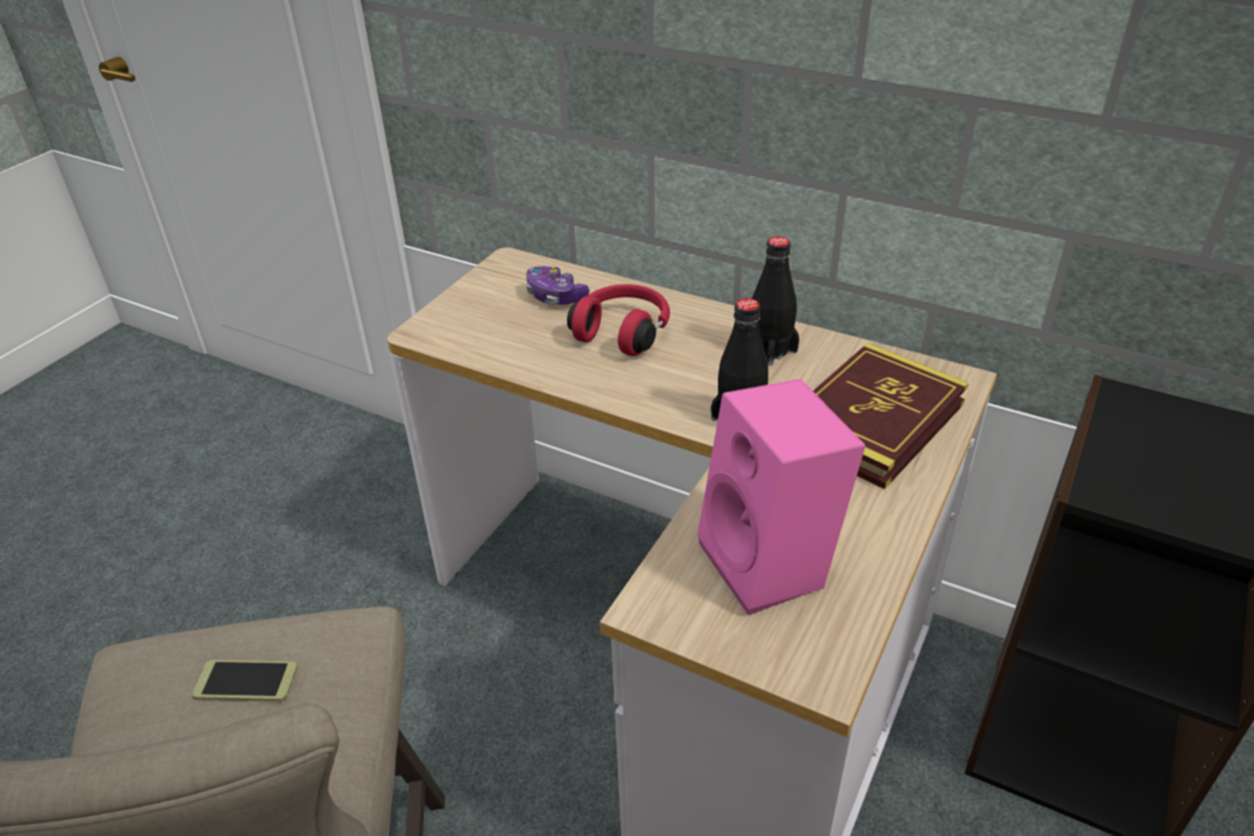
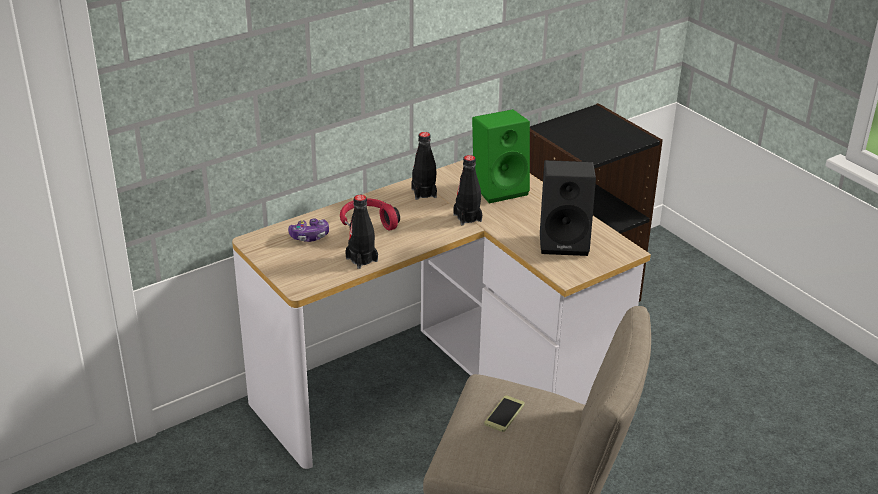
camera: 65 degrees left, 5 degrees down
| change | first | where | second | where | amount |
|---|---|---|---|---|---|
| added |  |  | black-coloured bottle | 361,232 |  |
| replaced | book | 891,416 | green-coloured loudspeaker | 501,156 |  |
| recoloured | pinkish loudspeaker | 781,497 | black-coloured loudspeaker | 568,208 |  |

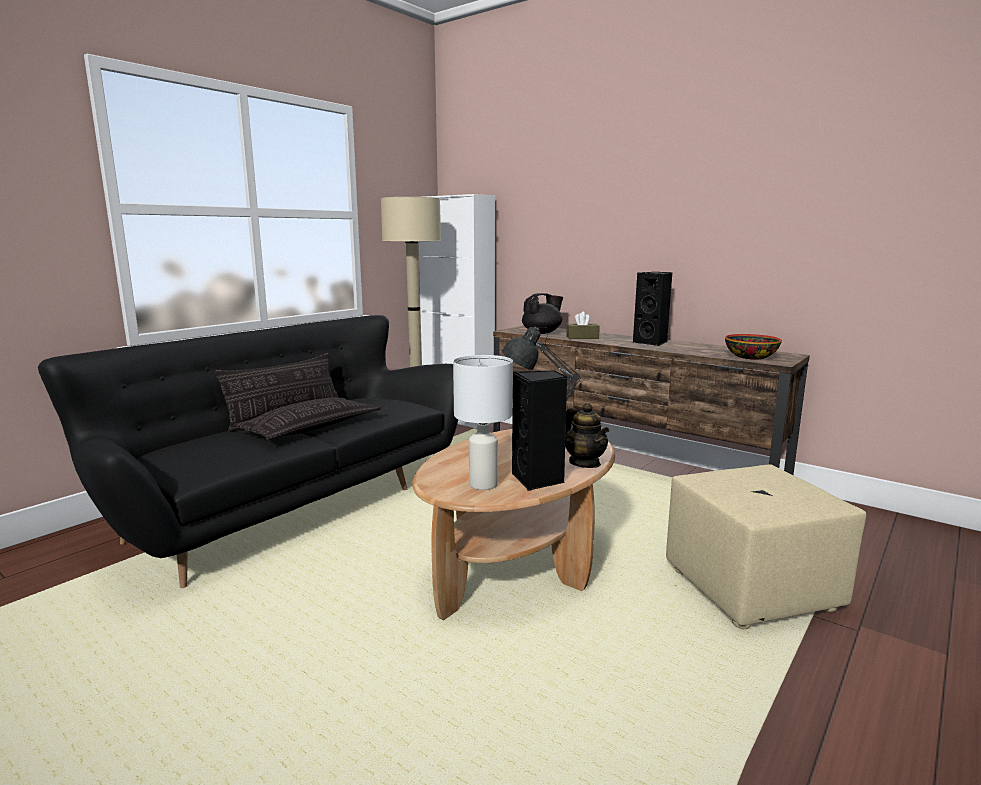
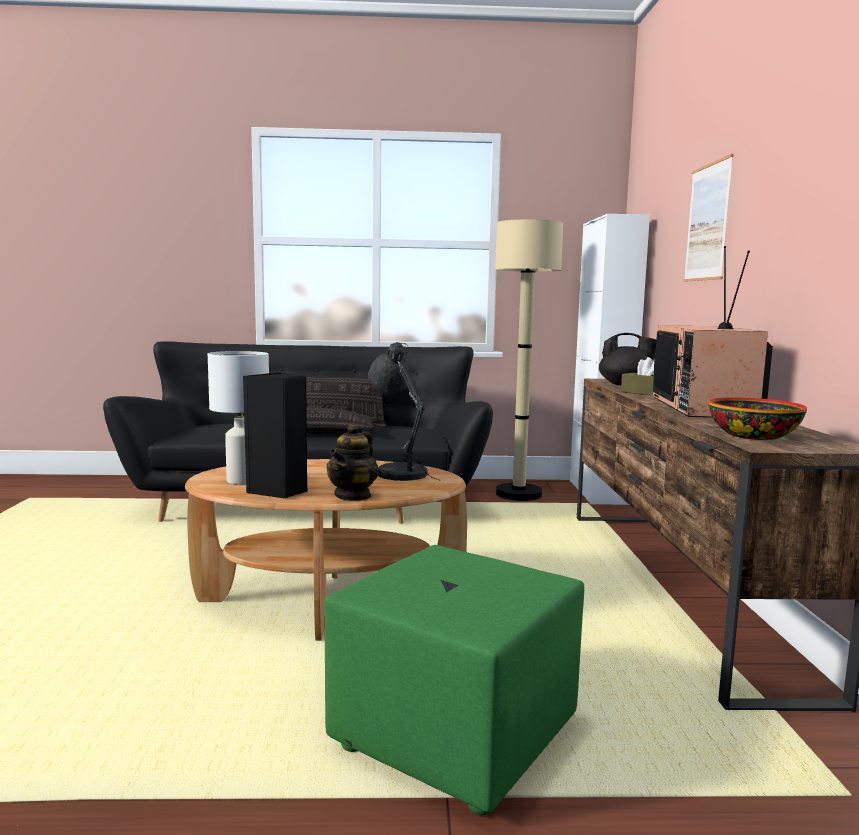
camera: 50 degrees right, 5 degrees down
| change | first | where | second | where | amount |
|---|---|---|---|---|---|
| added |  |  | picture | 709,218 |  |
| replaced | black-coloured loudspeaker | 652,309 | TV | 713,332 |  |
| recoloured | beige footrest | 766,546 | green-coloured footrest | 454,680 |  |

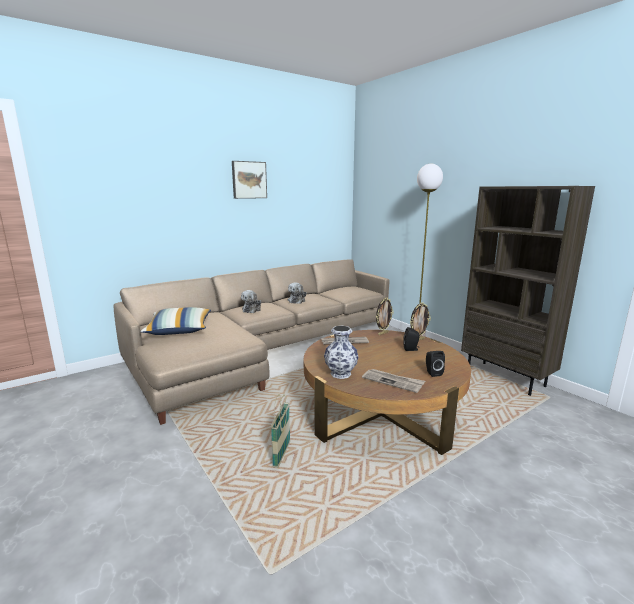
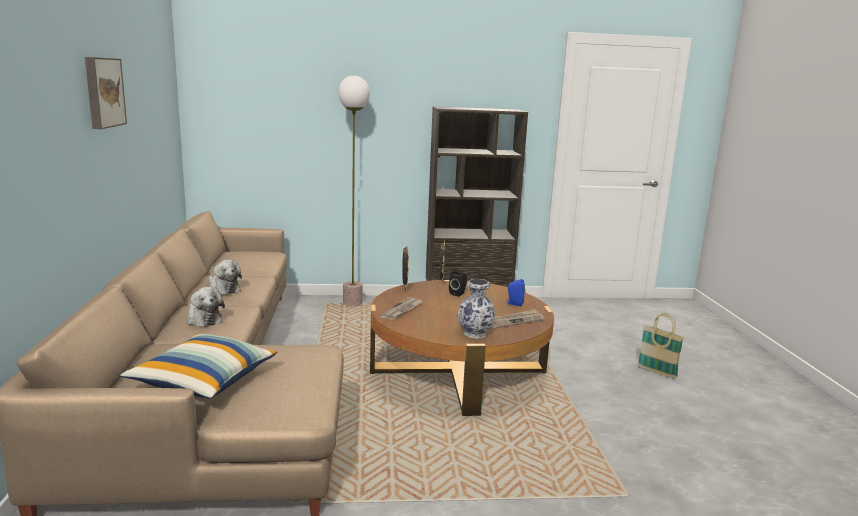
camera: 60 degrees left, 0 degrees up
| change | first | where | second | where | amount |
|---|---|---|---|---|---|
| moved | storage basket | 280,431 |  | 660,346 |  |
| recoloured | black-coloured loudspeaker | 435,364 | blue loudspeaker | 515,292 |  |

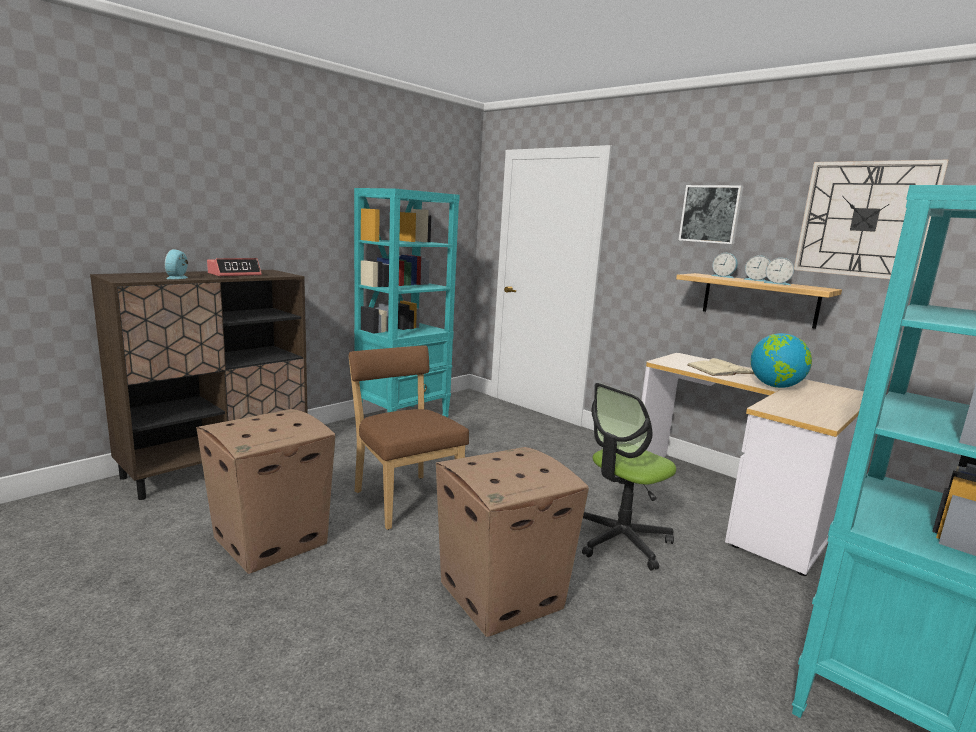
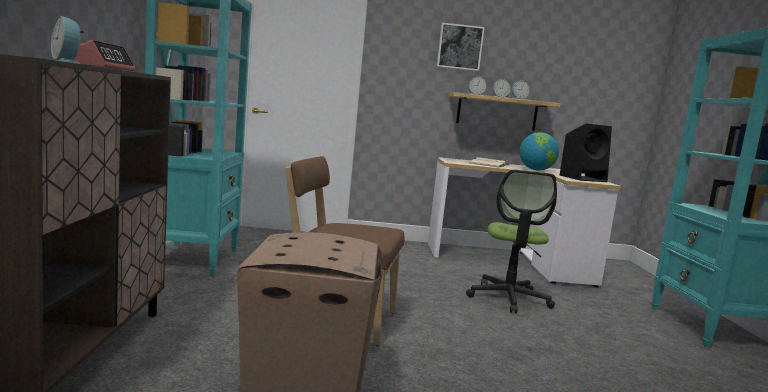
camera: 45 degrees left, 5 degrees down
| change | first | where | second | where | amount |
|---|---|---|---|---|---|
| removed | carton | 512,542 |  |  |  |
| removed | wall clock | 871,221 |  |  |  |
| added |  |  | black-coloured loudspeaker | 586,153 |  |

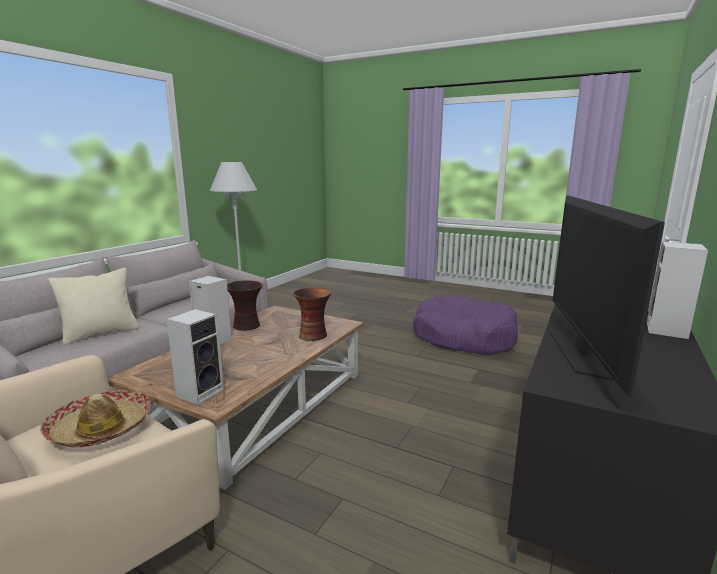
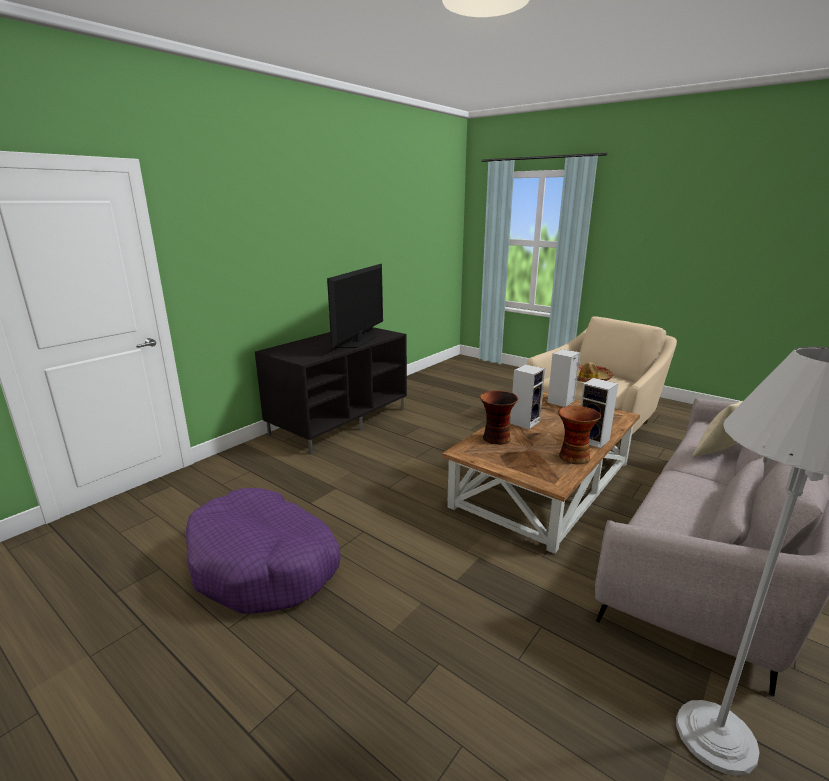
camera: 170 degrees left, 5 degrees up
| change | first | where | second | where | amount |
|---|---|---|---|---|---|
| moved | loudspeaker | 677,290 |  | 527,396 |  |

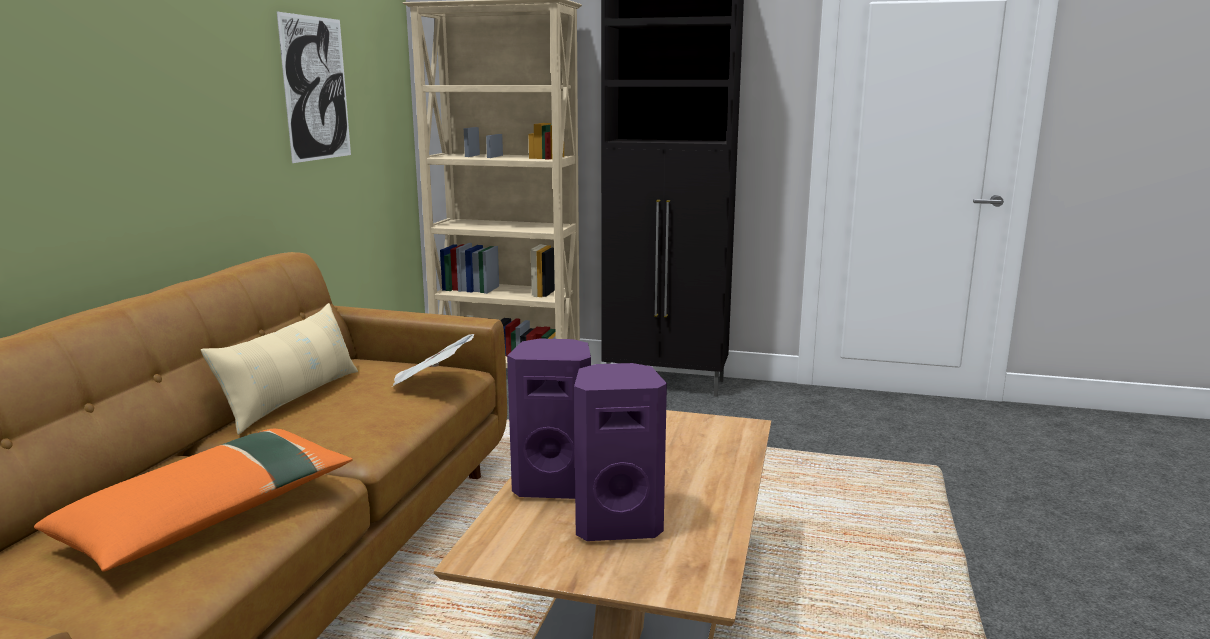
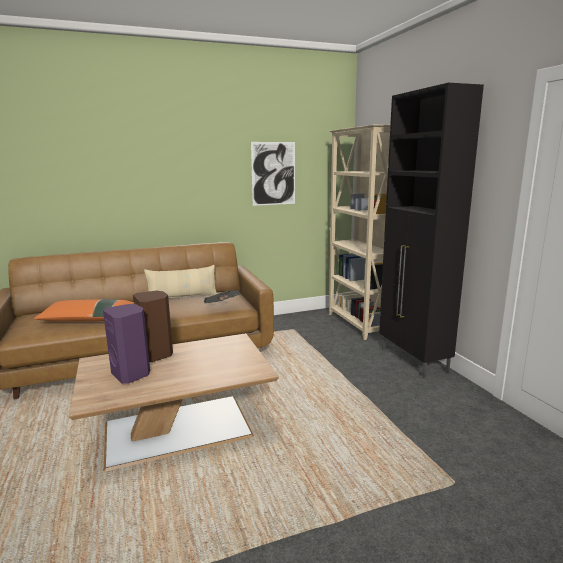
camera: 55 degrees right, 0 degrees up
| change | first | where | second | where | amount |
|---|---|---|---|---|---|
| recoloured | purple loudspeaker | 549,419 | brownish loudspeaker | 153,326 |  |

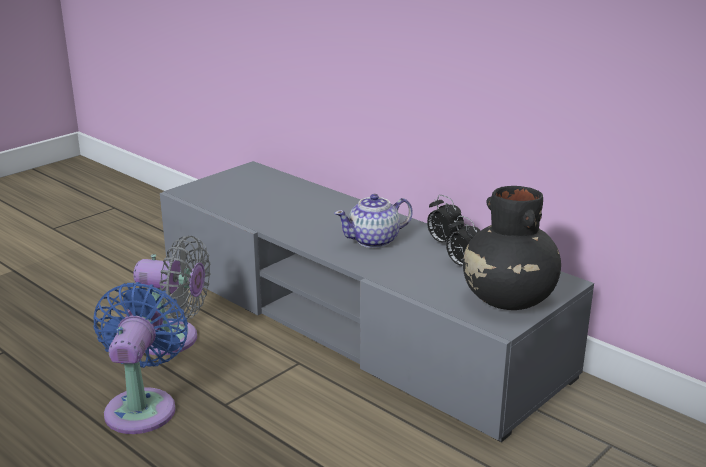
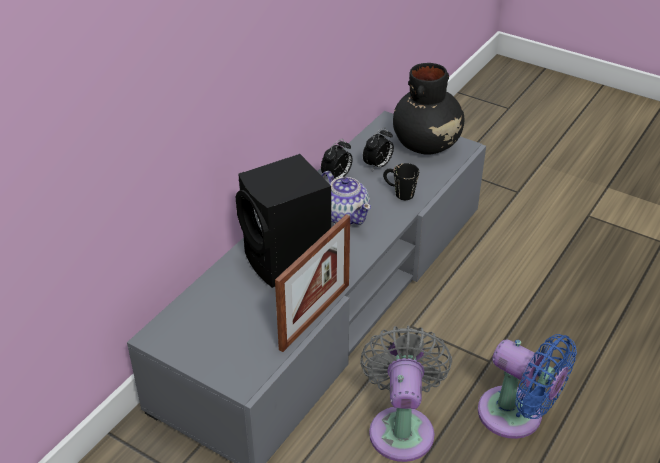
camera: 100 degrees left, 15 degrees up
| change | first | where | second | where | amount |
|---|---|---|---|---|---|
| added |  |  | black-coloured loudspeaker | 283,221 |  |
| added |  |  | photo frame | 312,283 |  |
| added |  |  | black-coloured coffee mug | 401,181 |  |
| turned | blue cooling fan | 140,358 |  | 527,386 | 135 degrees counterclockwise |

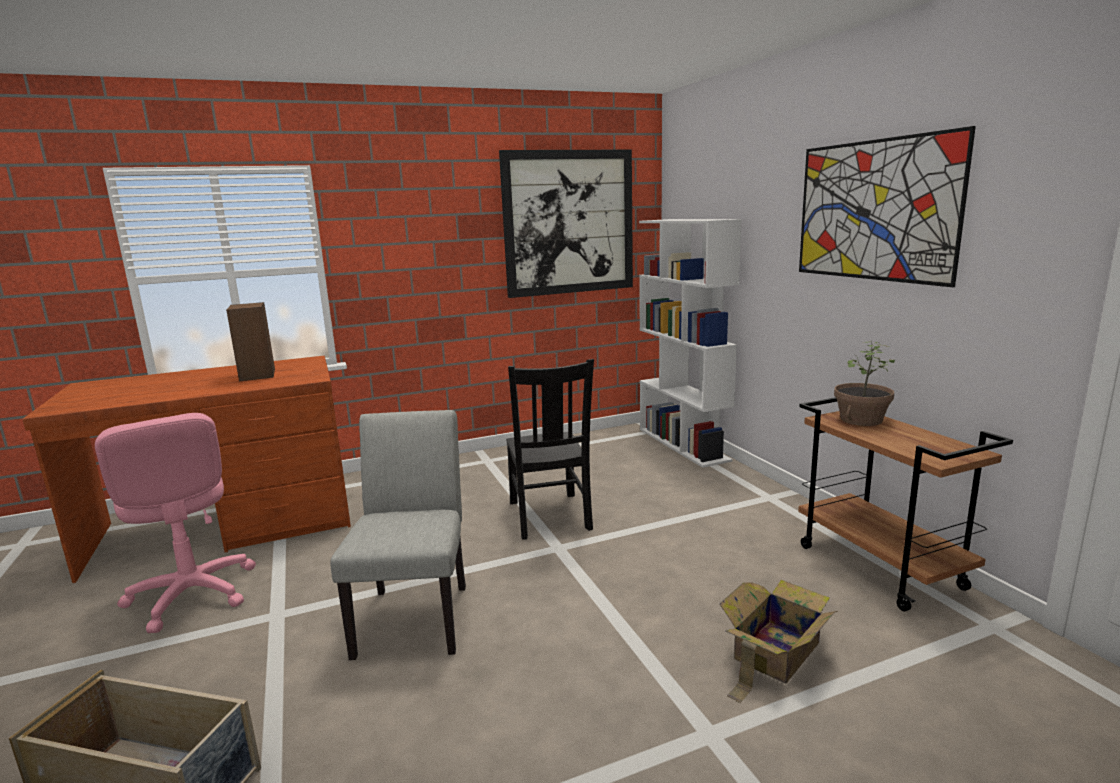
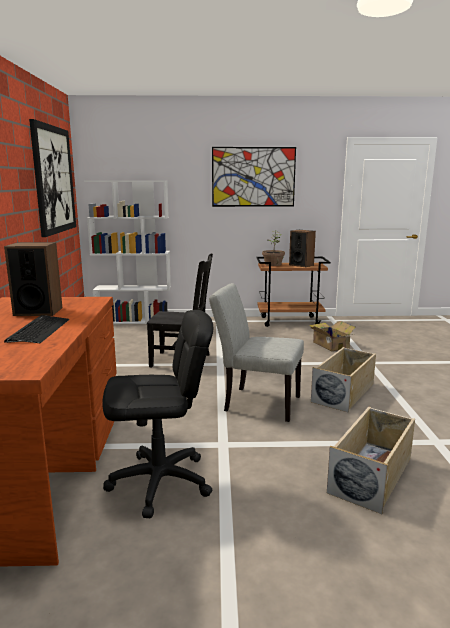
camera: 70 degrees left, 0 degrees up
| change | first | where | second | where | amount |
|---|---|---|---|---|---|
| added |  |  | PC keyboard | 36,329 |  |
| added |  |  | loudspeaker | 302,248 |  |
| added |  |  | beige storage box | 343,380 |  |
| recoloured | pinkish desk chair | 175,523 | black-coloured desk chair | 157,414 |  |

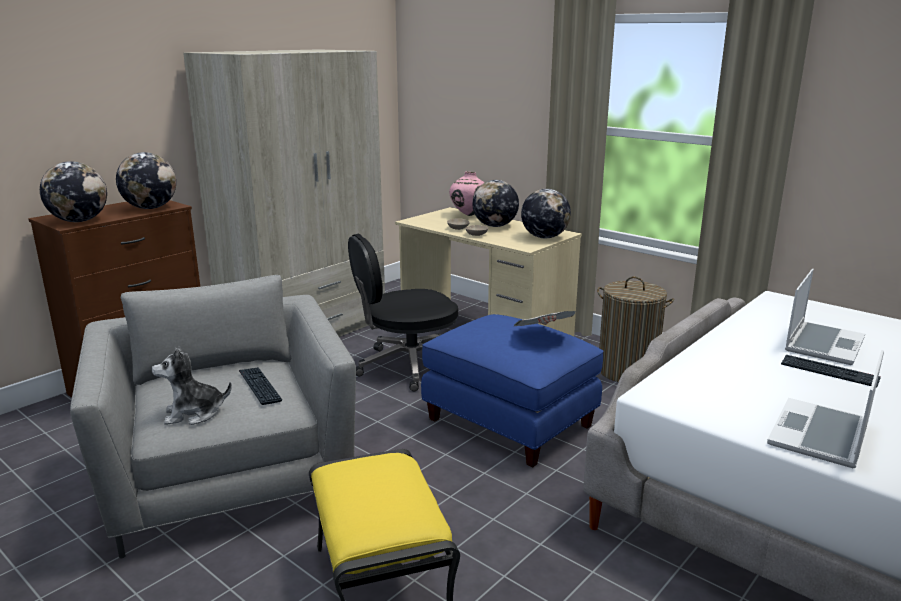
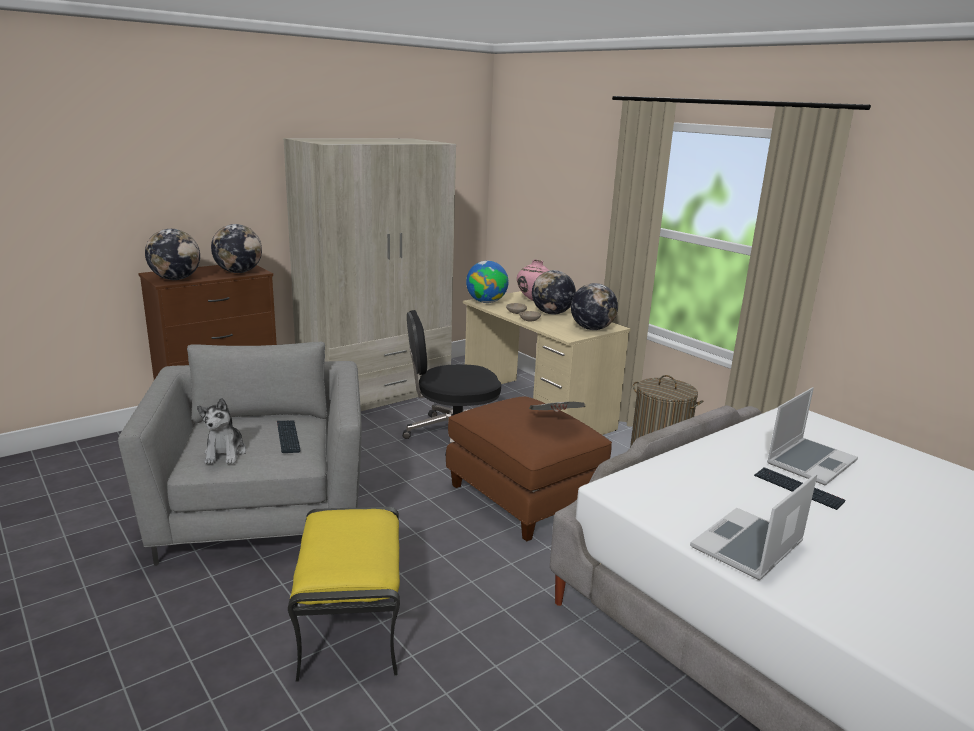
camera: 10 degrees right, 0 degrees up
| change | first | where | second | where | amount |
|---|---|---|---|---|---|
| added |  |  | globe | 487,282 |  |
| recoloured | blue footrest | 512,390 | brownish footrest | 529,468 |  |
| turned | soft toy | 191,385 |  | 221,431 | 90 degrees counterclockwise |

